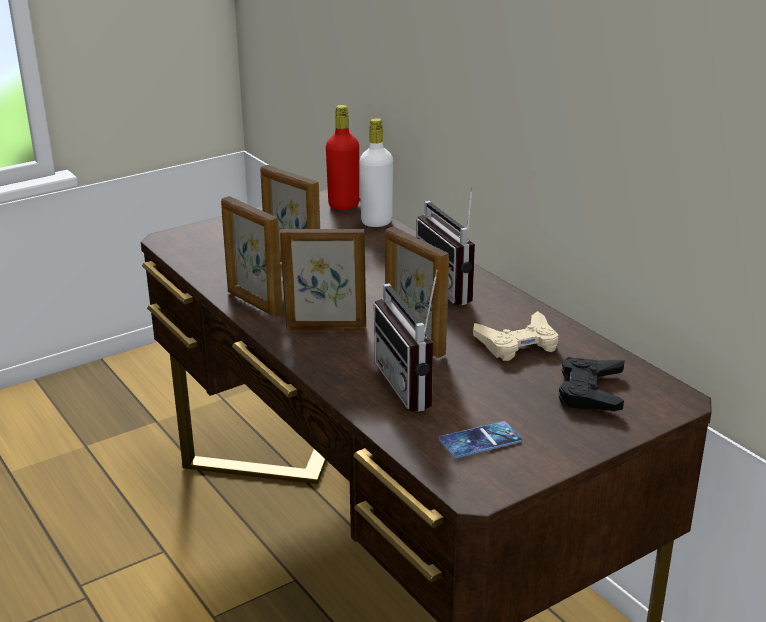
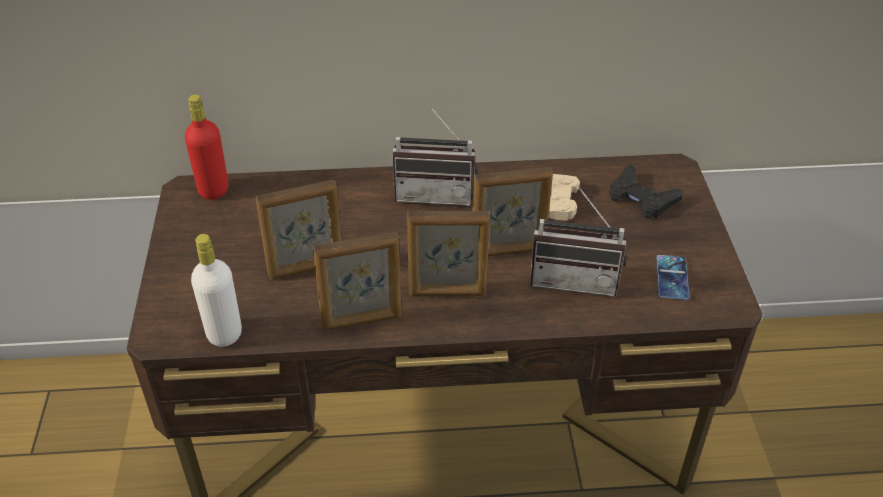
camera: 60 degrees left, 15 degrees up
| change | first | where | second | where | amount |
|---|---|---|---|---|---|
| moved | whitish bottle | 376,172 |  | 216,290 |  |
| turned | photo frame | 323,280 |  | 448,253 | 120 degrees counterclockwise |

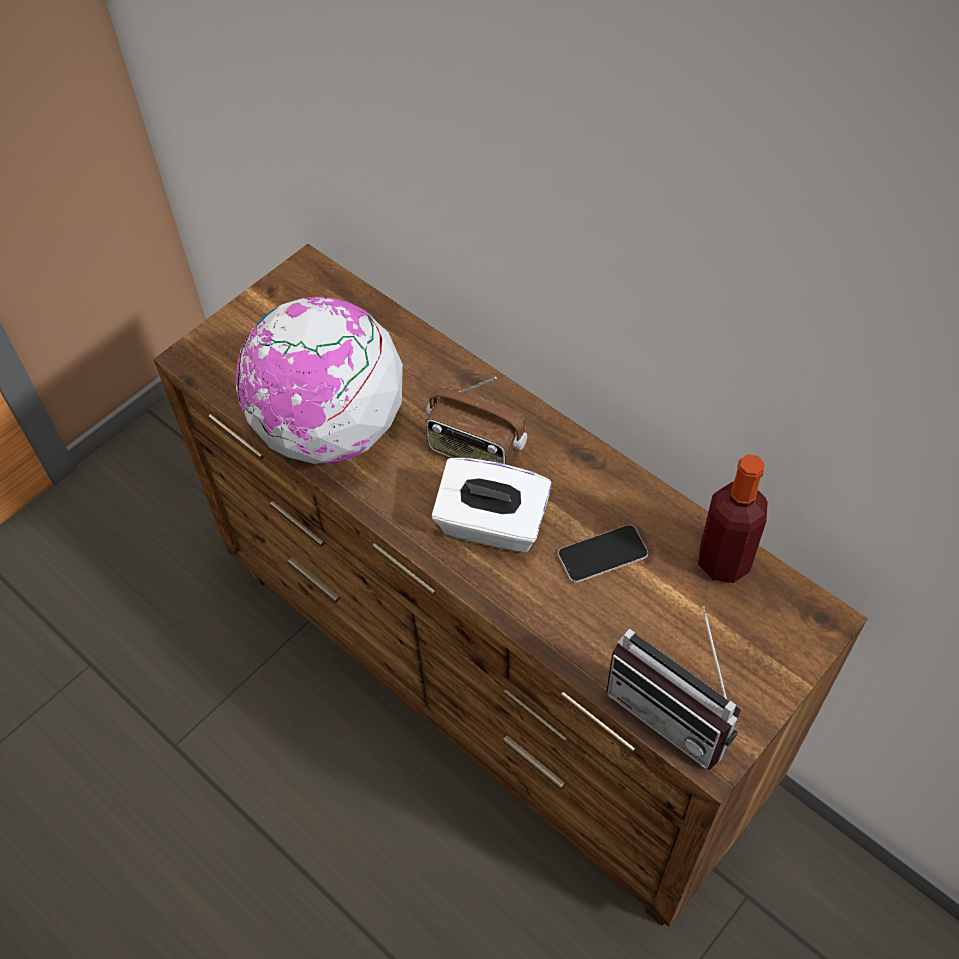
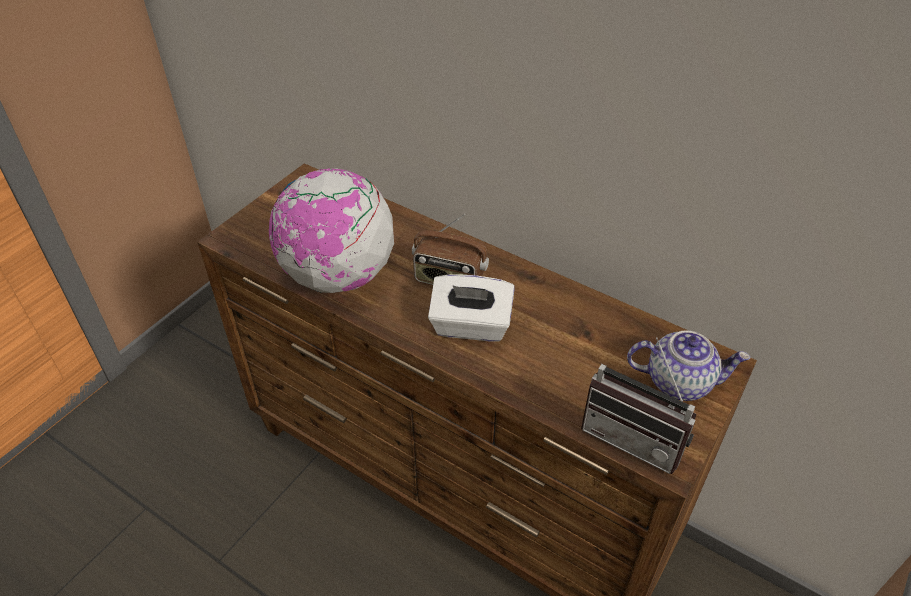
camera: 10 degrees left, 10 degrees down
| change | first | where | second | where | amount |
|---|---|---|---|---|---|
| removed | phone | 603,554 |  |  |  |
| removed | bottle | 732,519 |  |  |  |
| added |  |  | teapot | 688,365 |  |

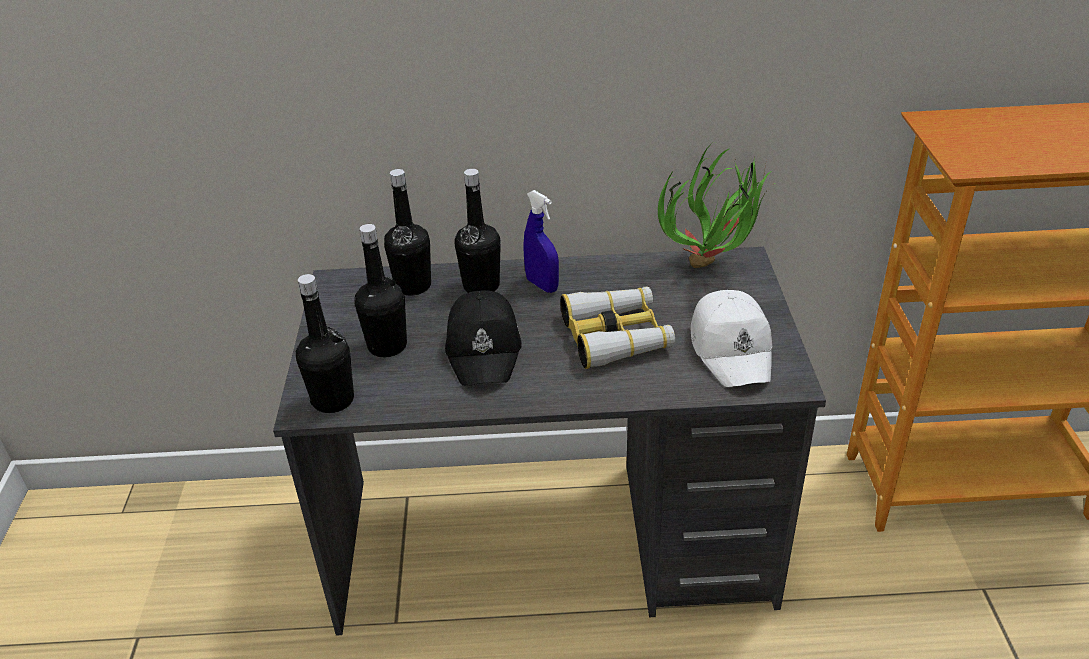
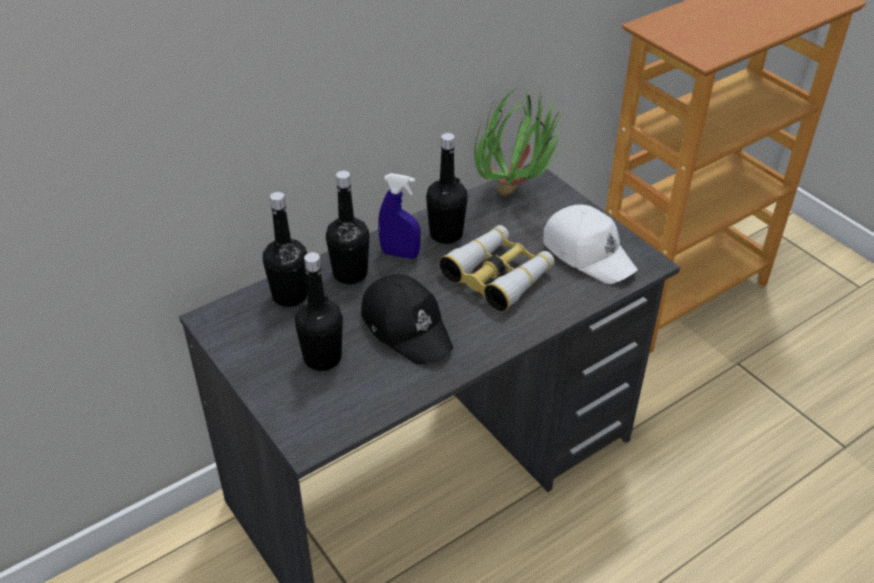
camera: 35 degrees left, 5 degrees up
| change | first | where | second | where | amount |
|---|---|---|---|---|---|
| moved | black-coloured bottle | 325,343 |  | 447,188 |  |

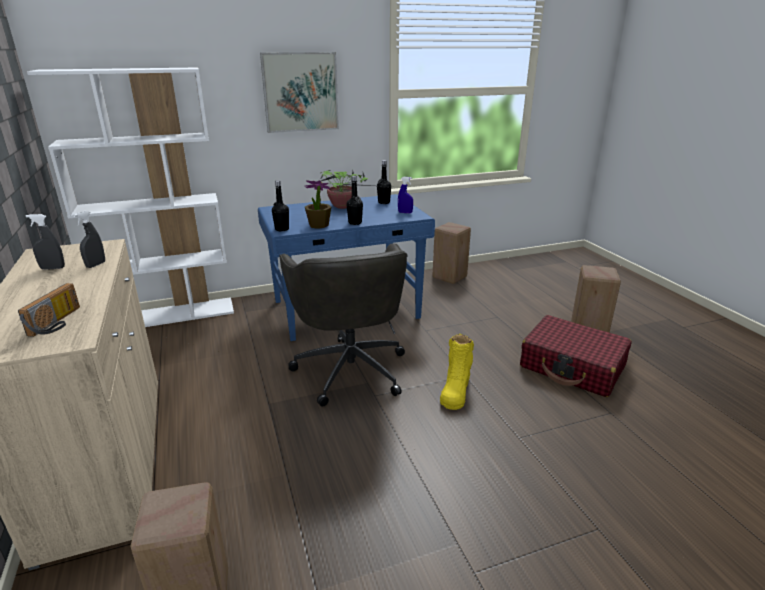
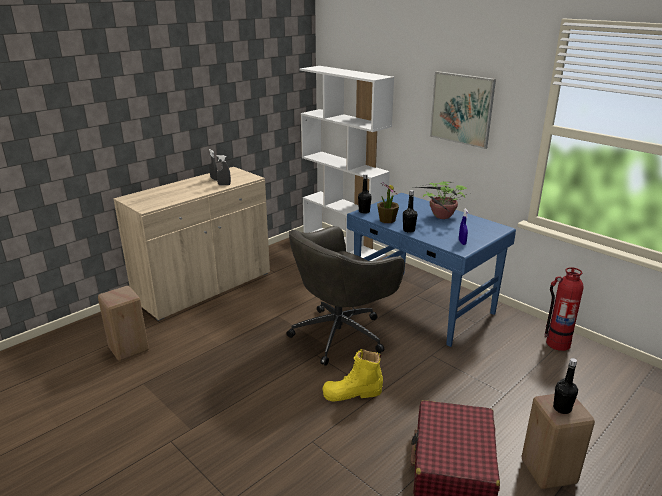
camera: 65 degrees right, 0 degrees up
| change | first | where | second | where | amount |
|---|---|---|---|---|---|
| removed | radio | 49,310 |  |  |  |
| moved | black-coloured bottle | 384,182 |  | 565,386 |  |
| replaced | beige sitting stool | 451,253 | extinguisher | 564,309 |  |

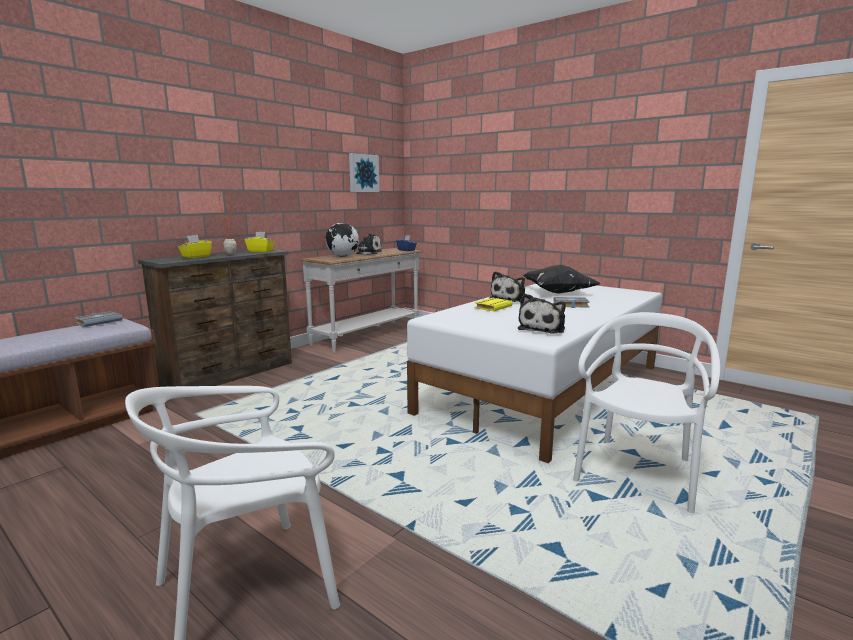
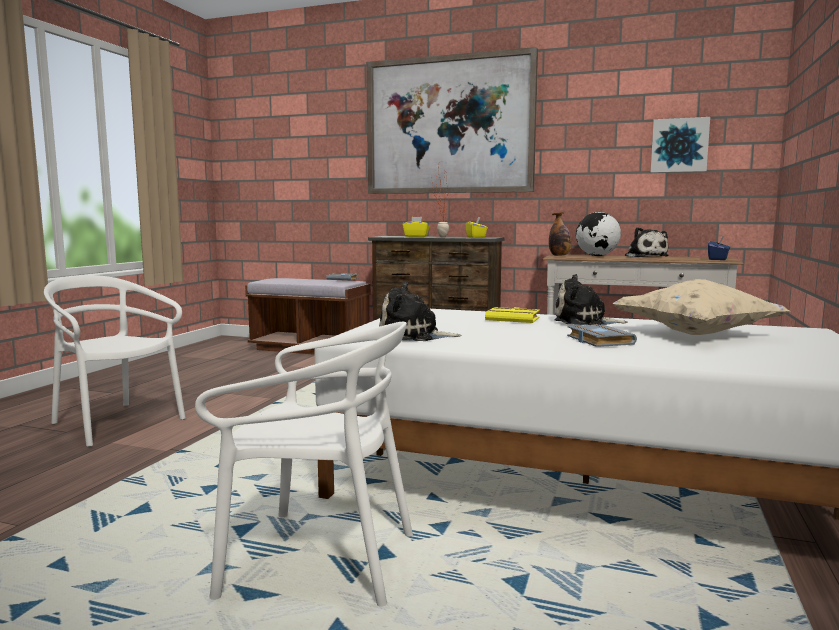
camera: 70 degrees right, 5 degrees down
| change | first | where | second | where | amount |
|---|---|---|---|---|---|
| added |  |  | picture | 452,120 |  |
| added |  |  | bottle | 560,234 |  |
| recoloured | black-coloured cushion | 561,279 | beige cushion | 700,307 |  |

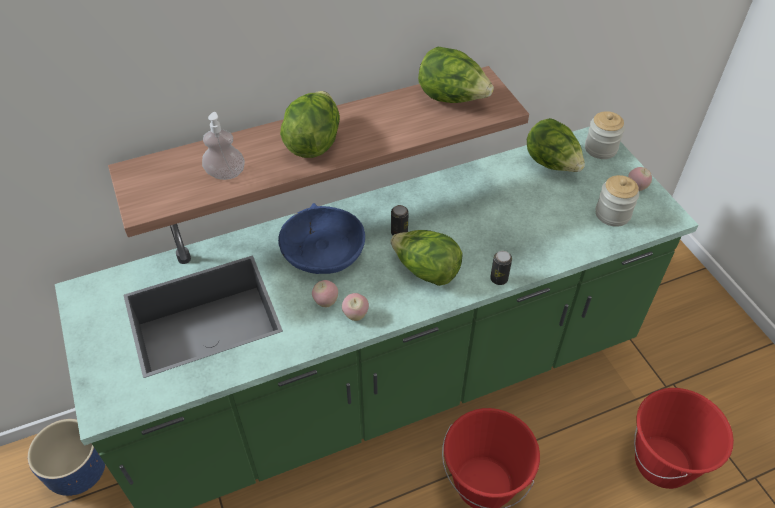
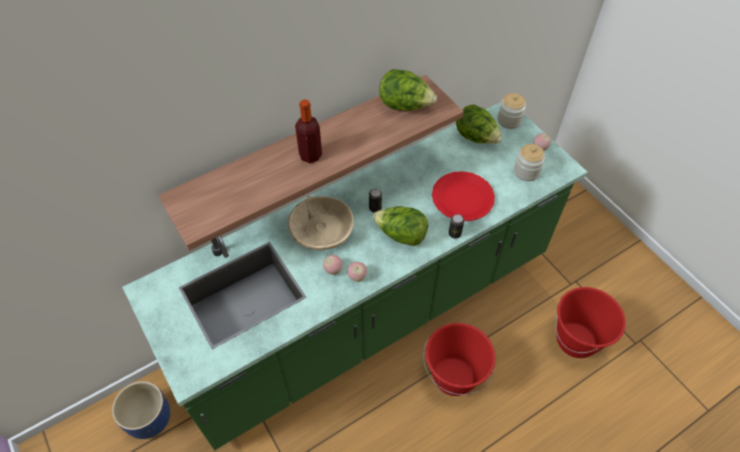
camera: 10 degrees left, 5 degrees up
| change | first | where | second | where | amount |
|---|---|---|---|---|---|
| removed | liquid soap bottle | 223,146 |  |  |  |
| added |  |  | reddish dinner plate | 463,196 |  |
| replaced | head of lettuce | 310,124 | bottle | 308,131 |  |
| recoloured | blue deep dish | 321,238 | beige deep dish | 321,222 |  |

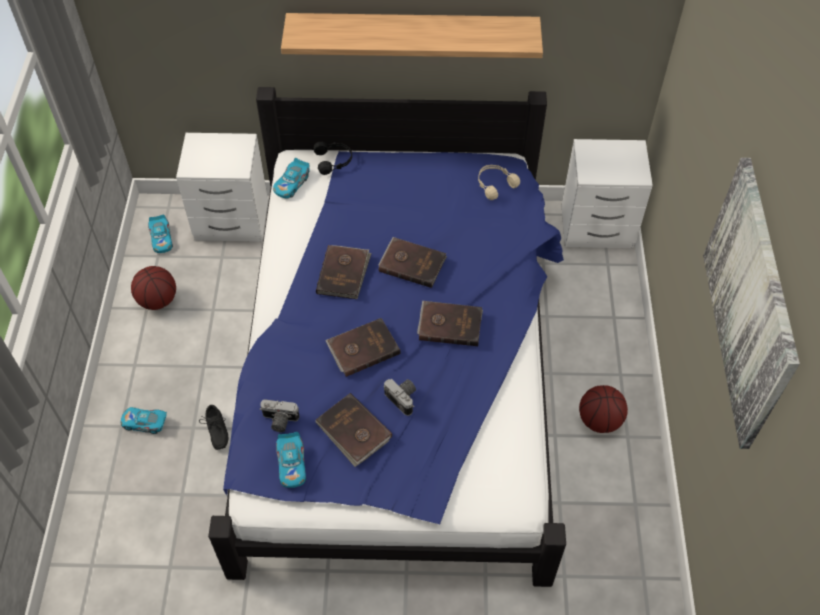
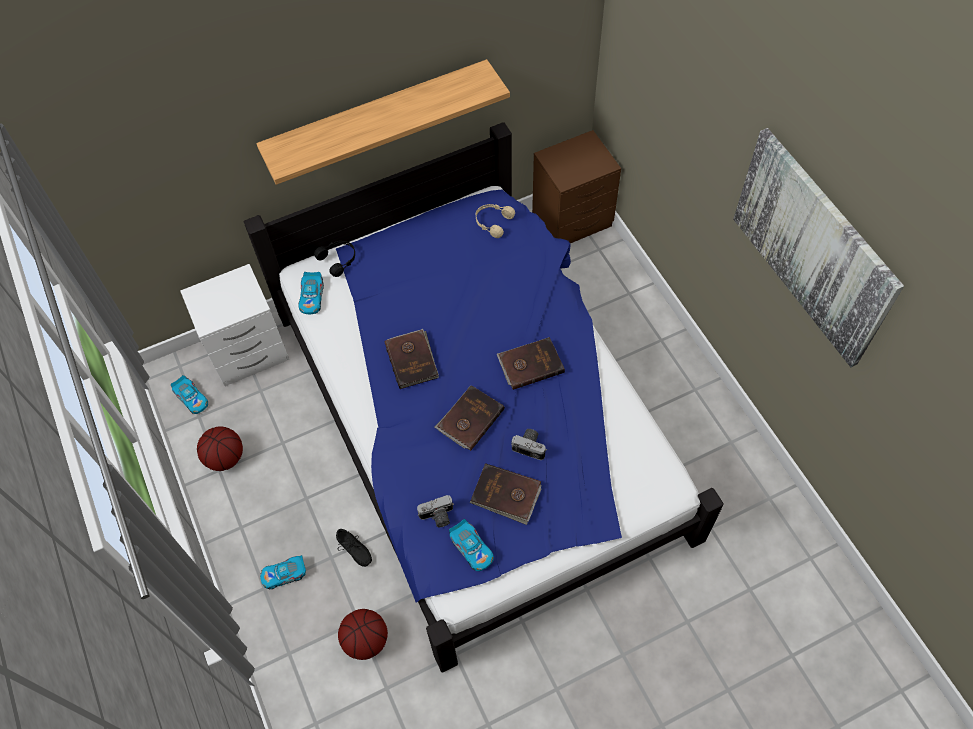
camera: 25 degrees left, 5 degrees up
| change | first | where | second | where | amount |
|---|---|---|---|---|---|
| removed | brownish book | 412,262 |  |  |  |
| moved | basketball ball | 603,409 |  | 363,634 |  |
| recoloured | whitish night table | 607,193 | brownish night table | 576,186 |  |

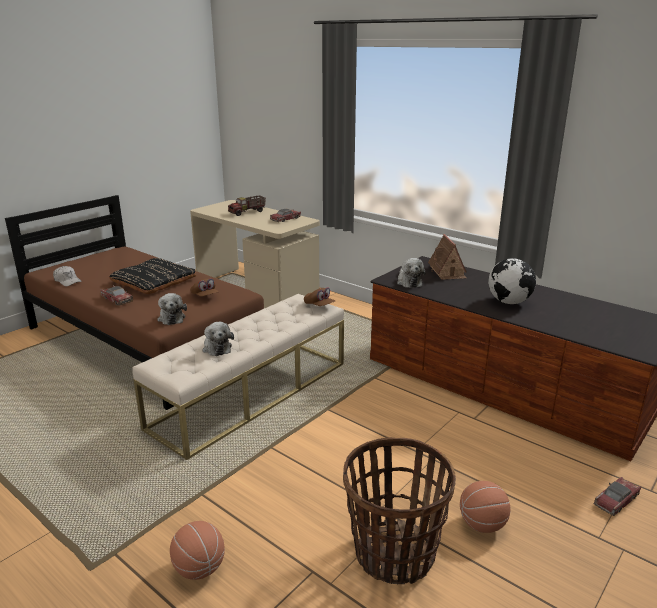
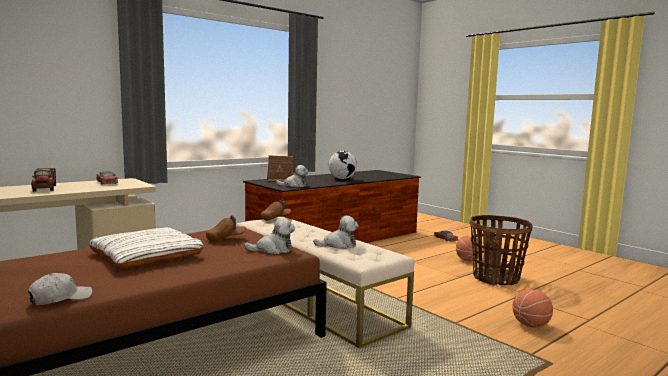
camera: 80 degrees left, 15 degrees down
| change | first | where | second | where | amount |
|---|---|---|---|---|---|
| removed | toy car | 116,295 |  |  |  |
| recoloured | black-coloured cushion | 152,276 | whitish cushion | 146,247 |  |

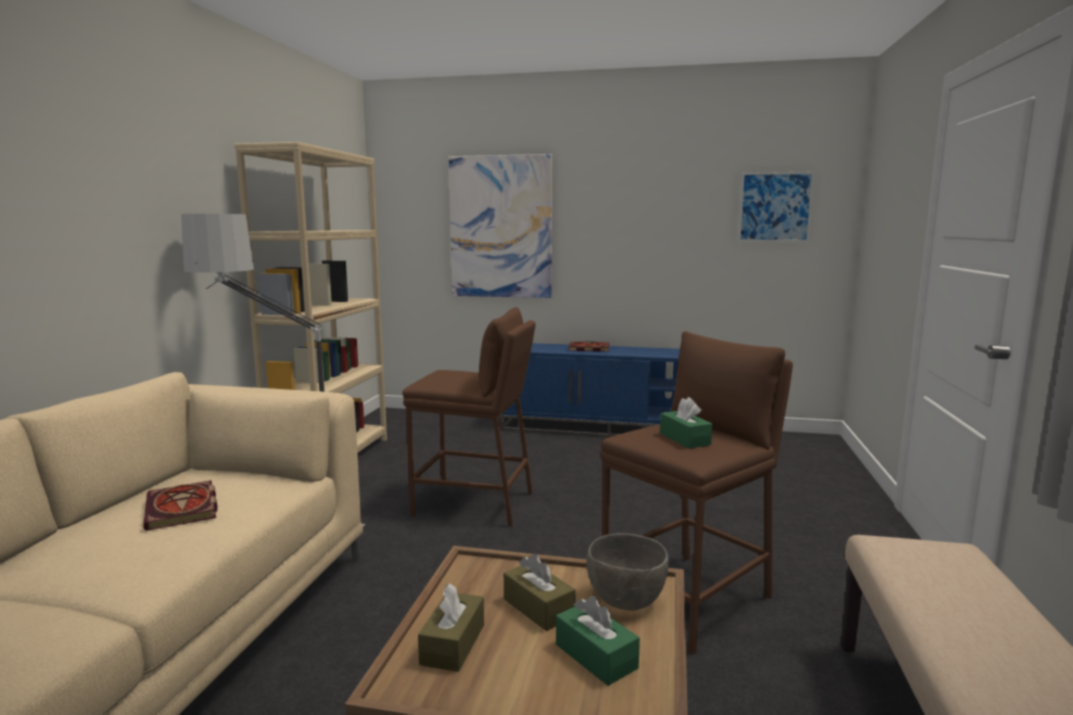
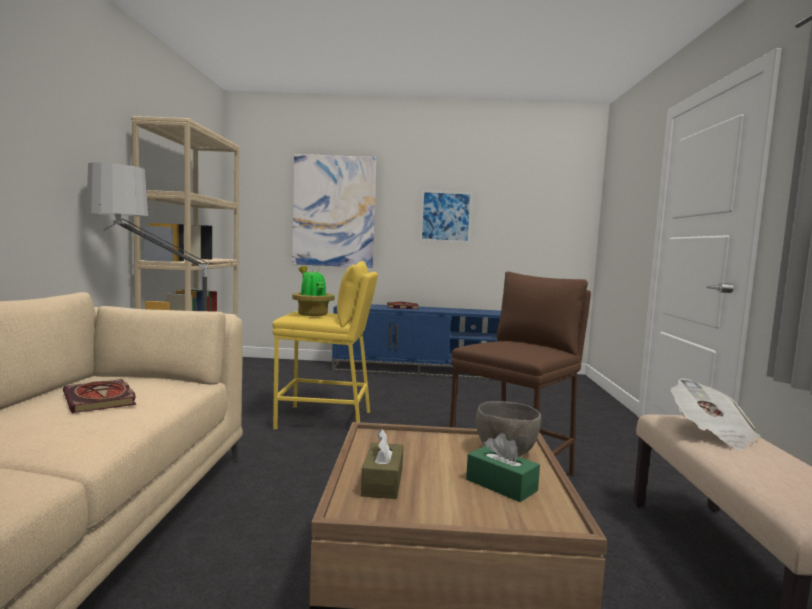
camera: 10 degrees left, 5 degrees down
| change | first | where | second | where | amount |
|---|---|---|---|---|---|
| removed | brownish tissue holder | 540,592 |  |  |  |
| removed | green-coloured tissue holder | 686,422 |  |  |  |
| added |  |  | plant in a pot | 313,291 |  |
| added |  |  | printed paper | 716,414 |  |
| moved | picture | 776,207 |  | 446,217 |  |
| recoloured | brownish sitting stool | 469,416 | yellowish sitting stool | 325,345 |  |

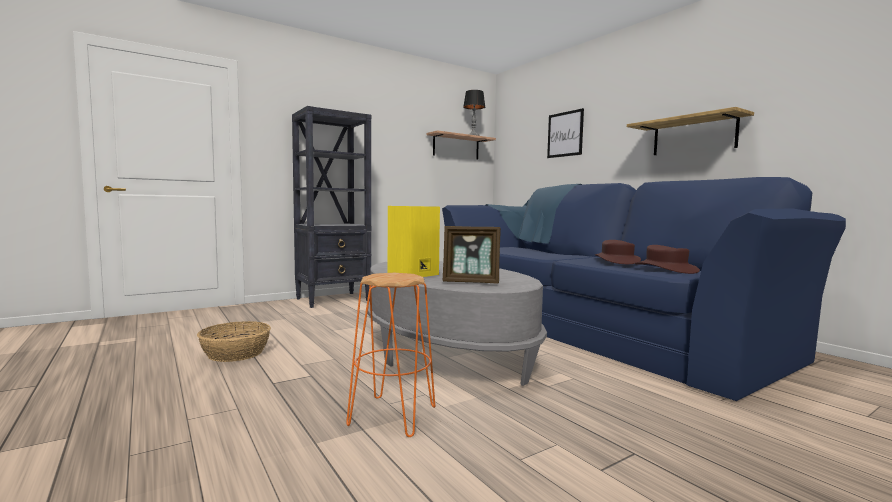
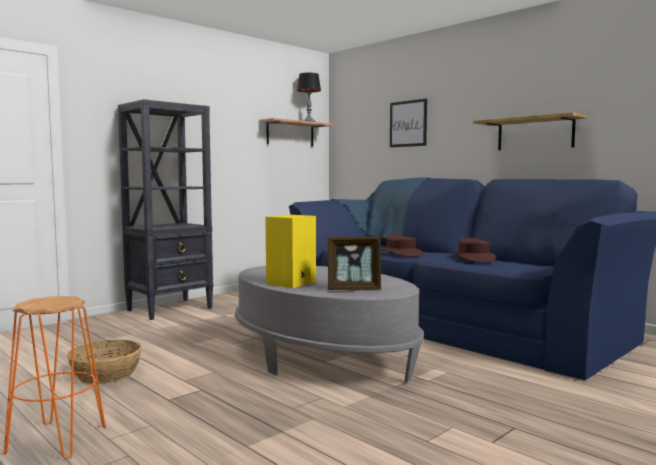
camera: 10 degrees left, 0 degrees up
| change | first | where | second | where | amount |
|---|---|---|---|---|---|
| moved | orange-coloured sitting stool | 390,355 |  | 55,377 |  |
| moved | brownish wearable hat | 667,259 |  | 401,246 |  |

